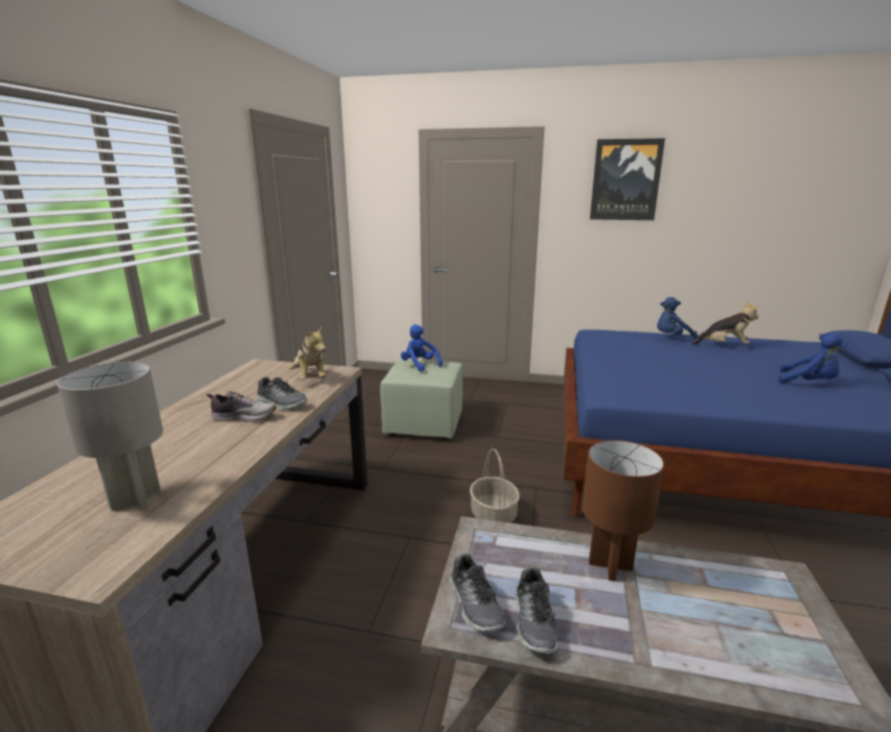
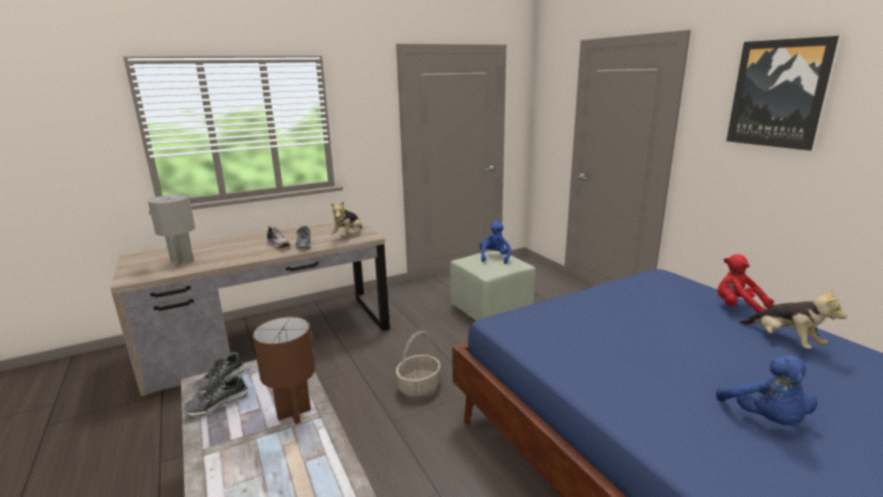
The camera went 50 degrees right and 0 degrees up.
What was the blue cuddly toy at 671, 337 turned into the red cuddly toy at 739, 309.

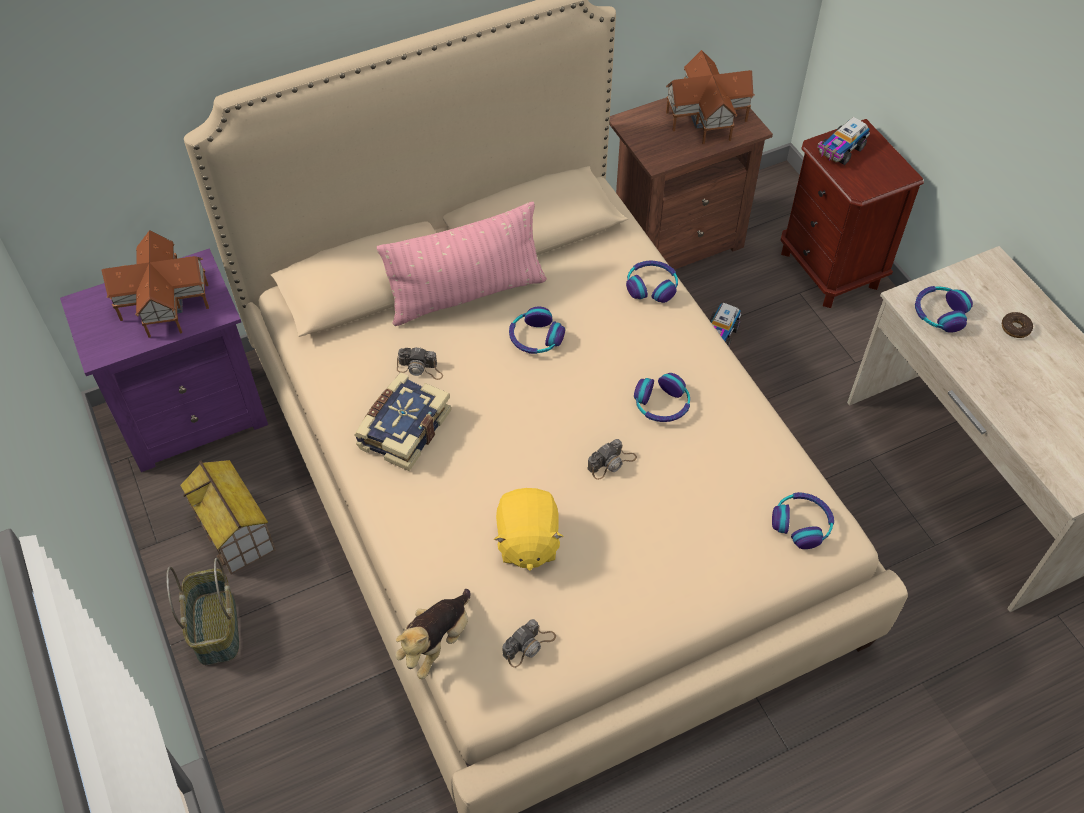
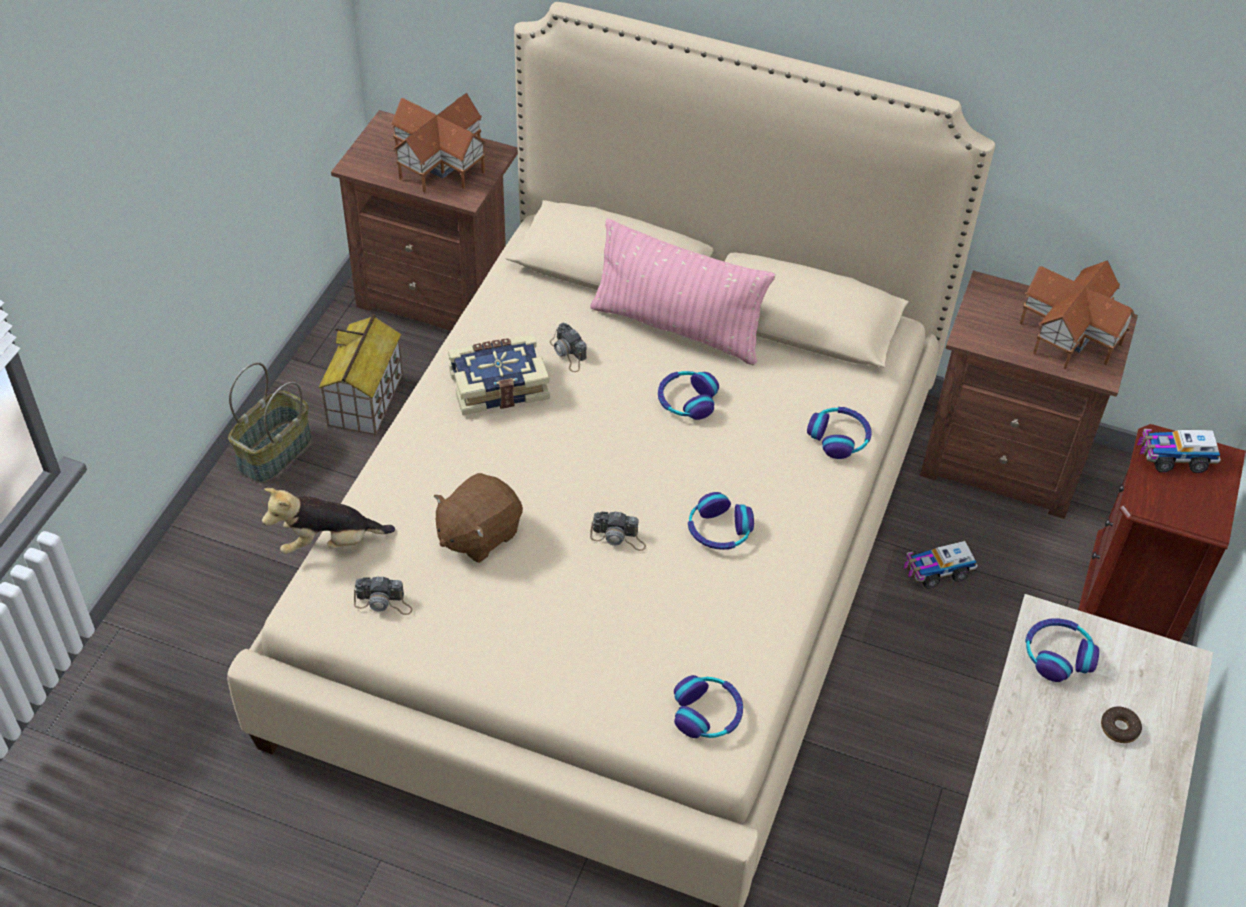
The camera went 45 degrees right and 5 degrees down.
What was the purplish bedside table at 194, 415 turned into the brown-coloured bedside table at 438, 296.
What was the yellow cuddly toy at 527, 541 turned into the brown-coloured cuddly toy at 478, 534.

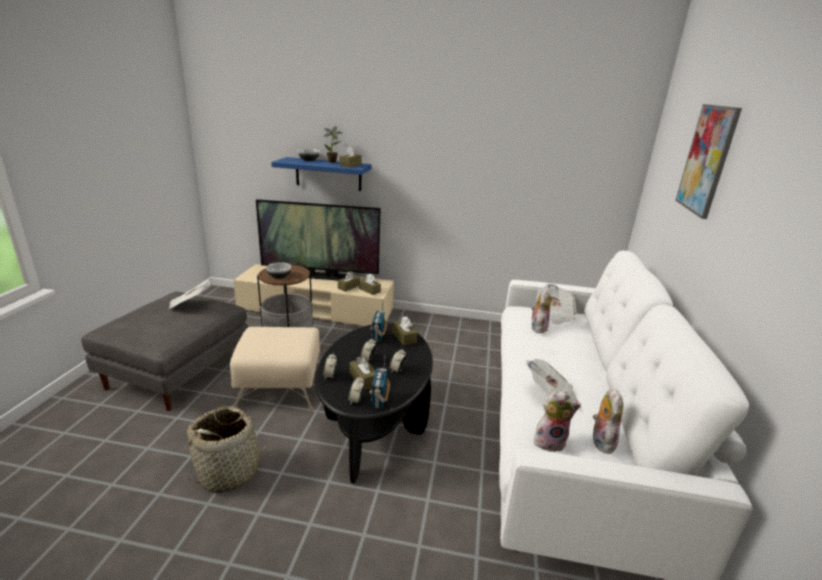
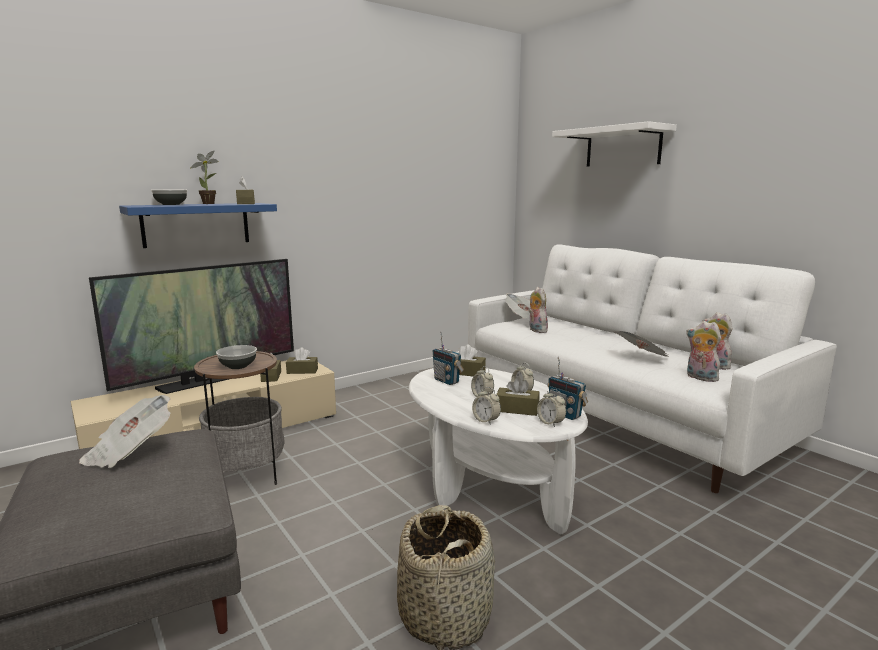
The camera went 45 degrees left and 10 degrees down.
The second view lost the sand-coloured pouffe at 281, 388.
Where the wall art hung at 707, 160, the white-coloured shelf came to hang at 623, 147.
What was the black-coloured coffee table at 374, 426 turned into the white-coloured coffee table at 489, 486.
The cuddly toy at 550, 442 ended up facing another way, 90 degrees counterclockwise from before.

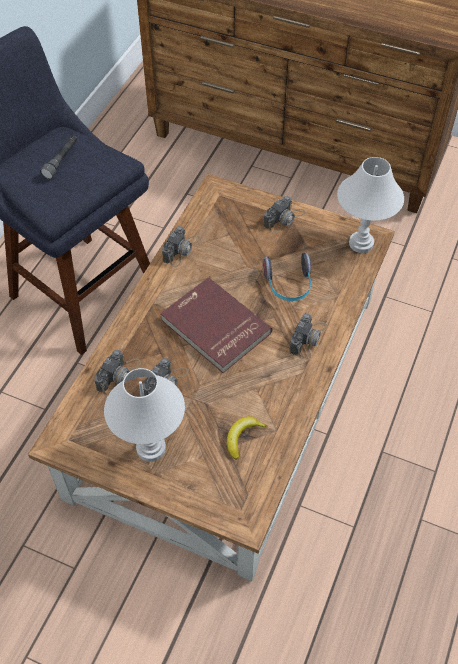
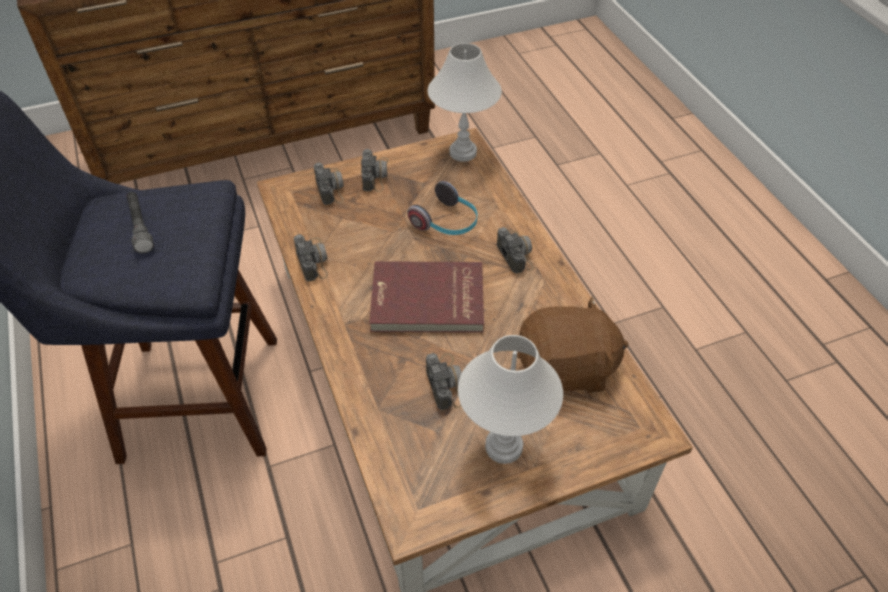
The camera went 45 degrees left and 5 degrees down.
The still camera ended up elsewhere, having gone from 118, 375 to 330, 186.
Where the banana fruit stood at 242, 437, the brown-coloured cuddly toy came to stand at 566, 370.

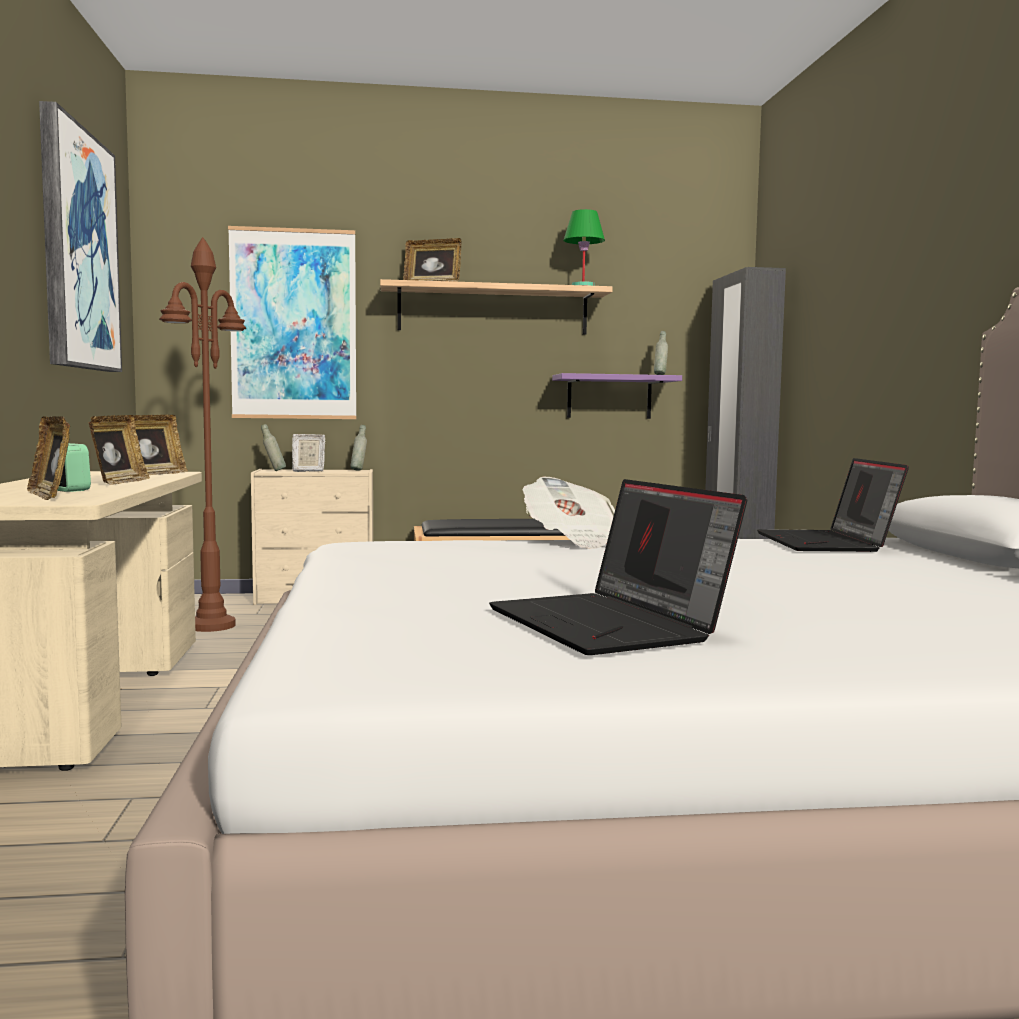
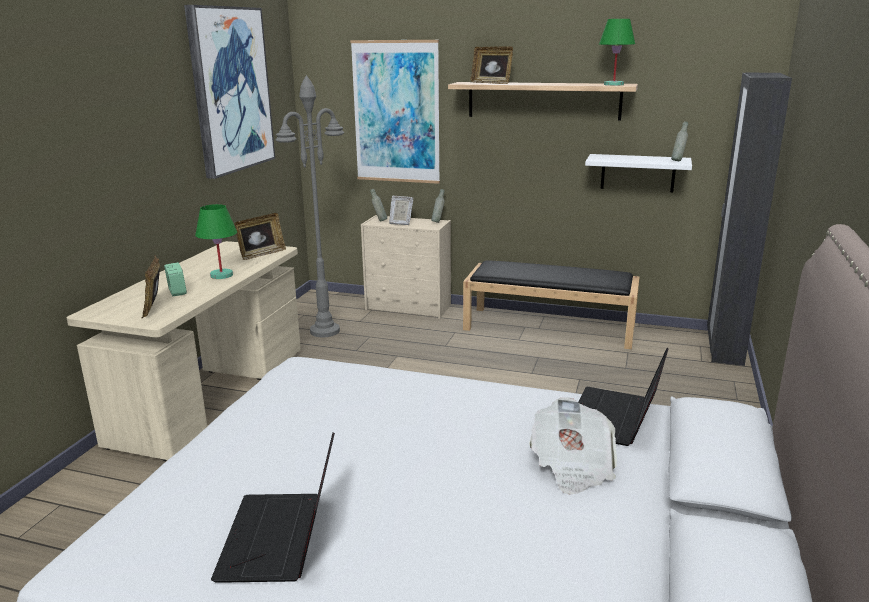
The camera went 25 degrees right and 15 degrees up.
The daily paper ended up elsewhere, having gone from 573, 541 to 572, 466.
Where the picture frame stood at 119, 482, the green-coloured table lamp came to stand at 221, 275.
What was the brown-coloured standing lamp at 212, 626 turned into the gray standing lamp at 325, 331.
What was the purplish shelf at 609, 397 turned into the white-coloured shelf at 637, 173.

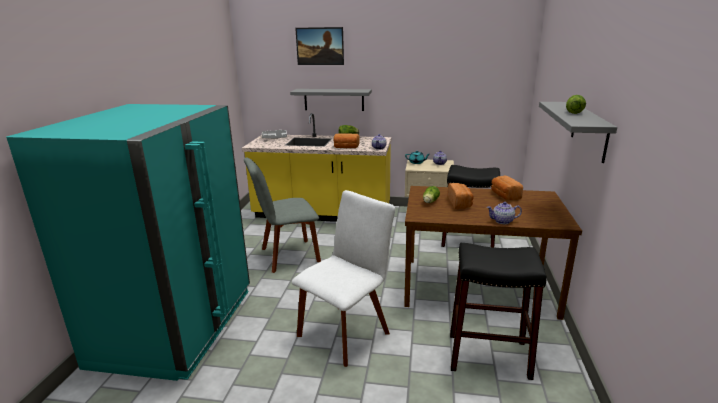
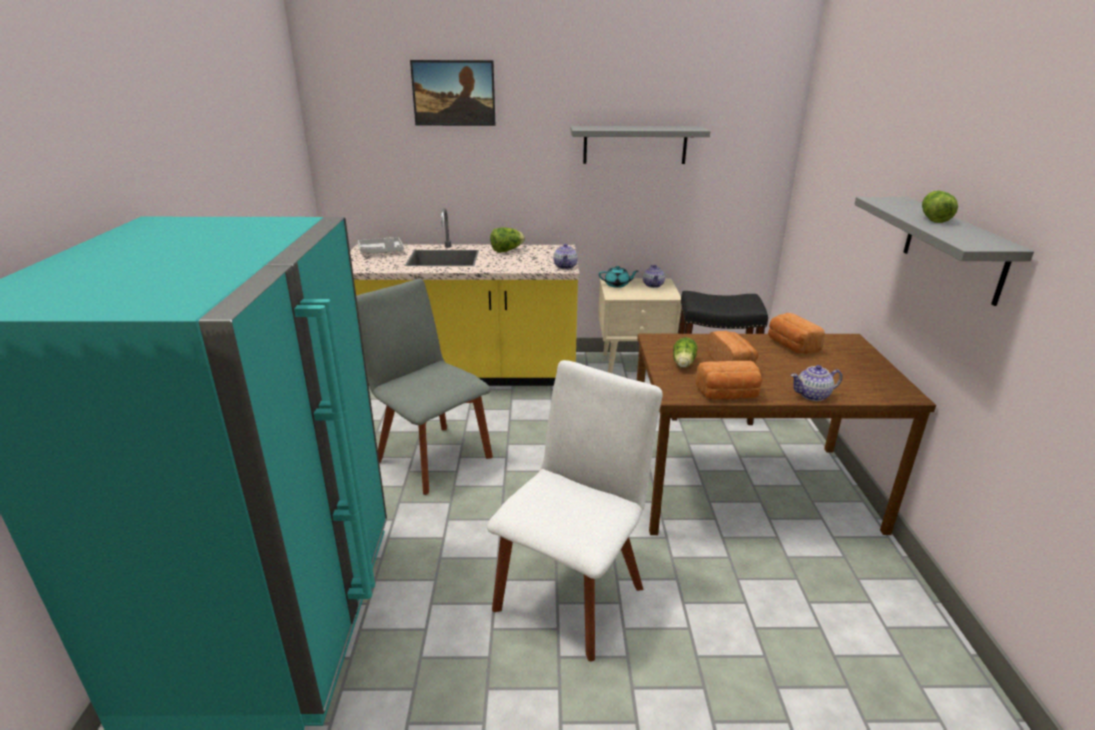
The camera went 10 degrees left and 5 degrees up.
The second view lost the black-coloured sitting stool at 488, 355.
The gray shelf ended up elsewhere, having gone from 334, 99 to 635, 145.
The bakery bread ended up elsewhere, having gone from 346, 147 to 728, 395.
The gray upright chair at 287, 256 ended up facing another way, 75 degrees clockwise from before.

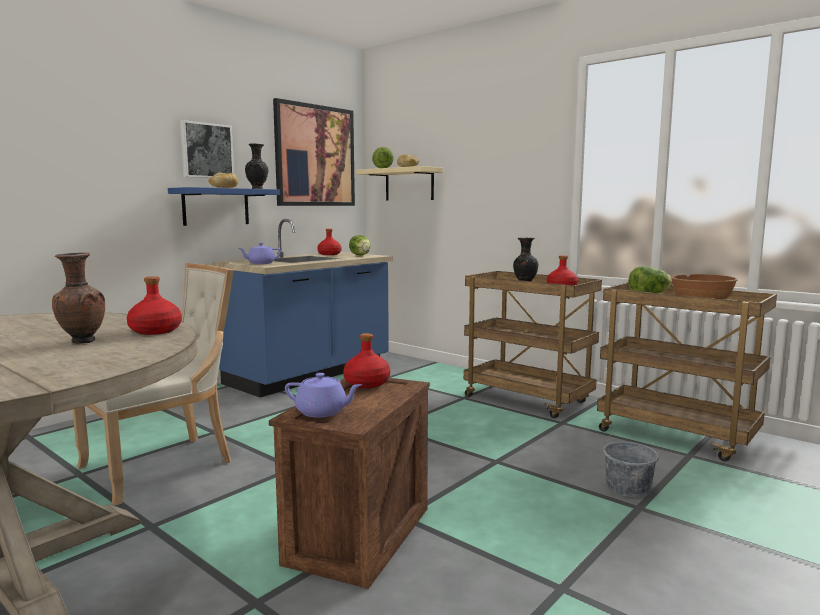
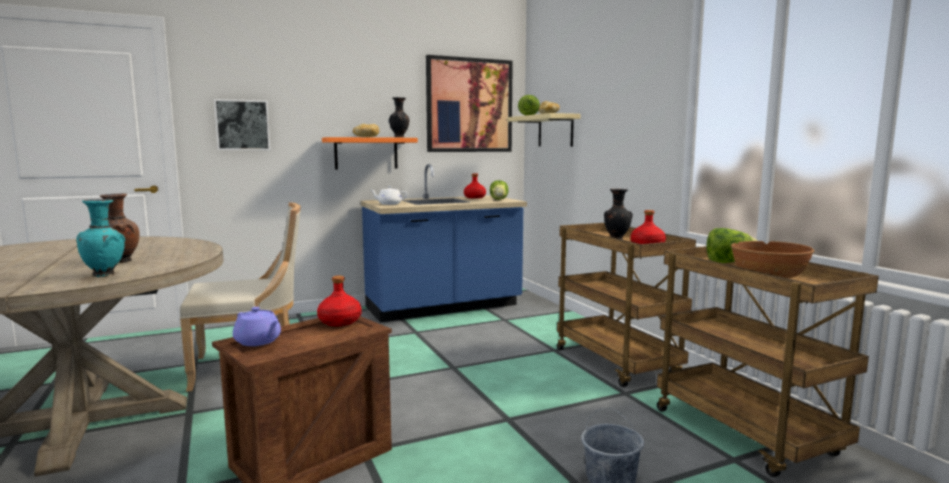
The camera went 25 degrees right and 0 degrees up.
The second view lost the red beverage bottle at 155, 331.
The second view gained the turquoise-coloured flower vase at 105, 275.
The wall art ended up elsewhere, having gone from 206, 151 to 242, 125.
What was the blue shelf at 216, 207 turned into the orangey shelf at 366, 153.
What was the purplish pot for tea at 260, 263 turned into the white-coloured pot for tea at 389, 204.

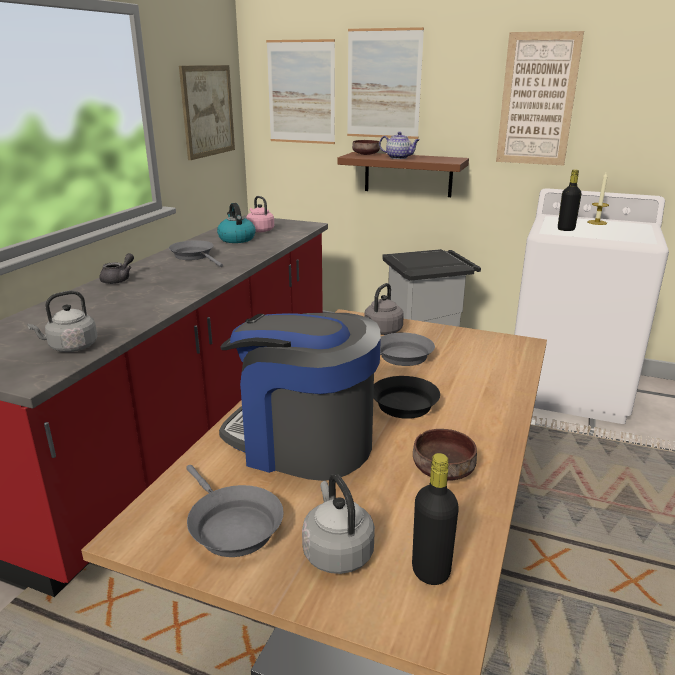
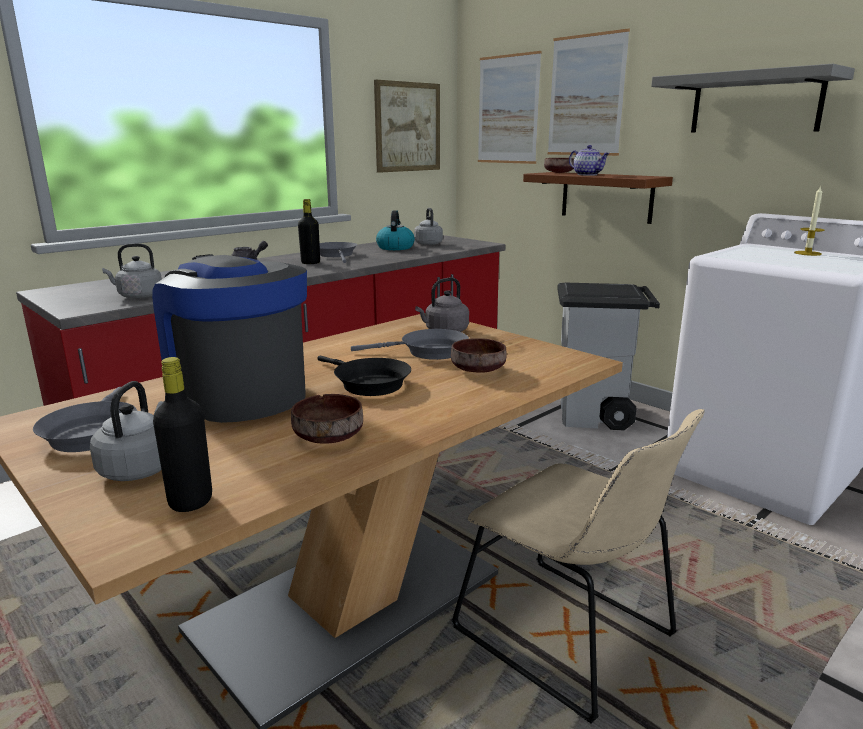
The camera went 25 degrees right and 5 degrees down.
The second view gained the brown-coloured bowl at 478, 369.
The second view gained the sand-coloured upright chair at 570, 638.
The black-coloured beverage bottle ended up elsewhere, having gone from 566, 229 to 310, 263.
Where the wall art hung at 537, 100, the gray shelf came to hang at 755, 103.
What was the pink-coloured kettle at 259, 230 turned into the gray kettle at 428, 244.

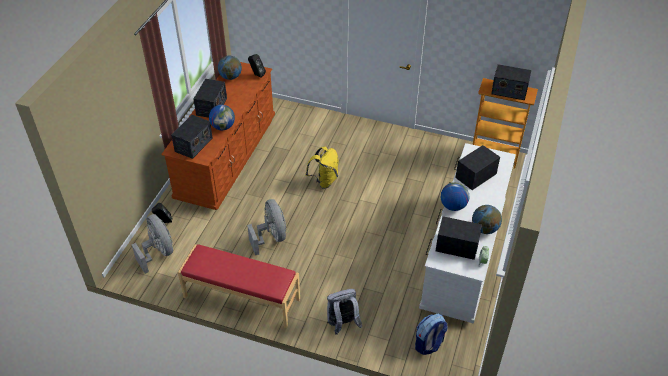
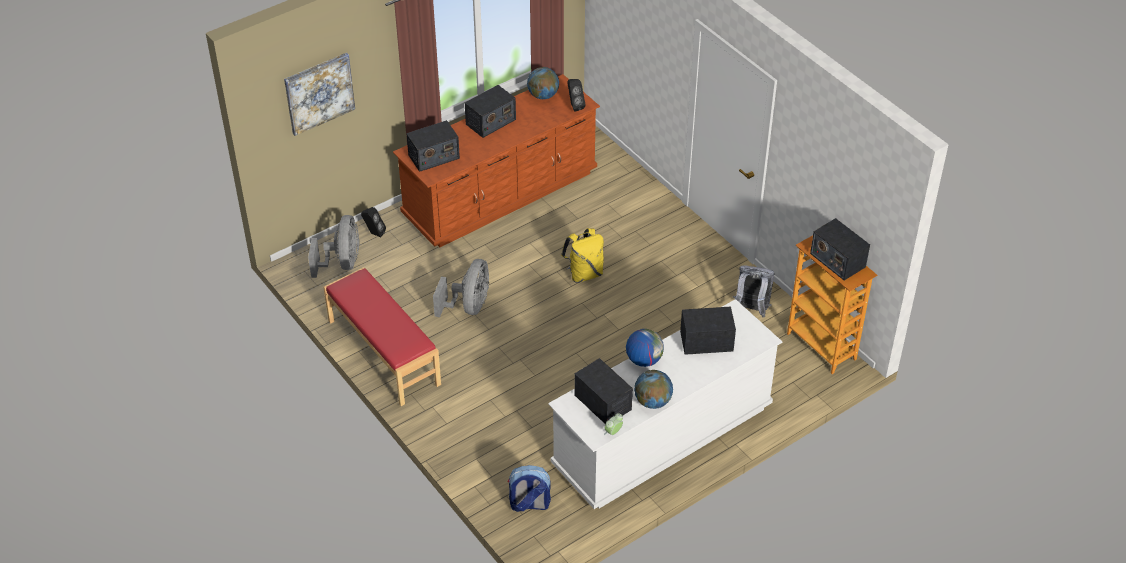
The camera went 35 degrees right and 0 degrees up.
The second view lost the world globe at 223, 127.
The second view gained the wall art at 319, 93.
The gray backpack ended up elsewhere, having gone from 342, 324 to 751, 309.

